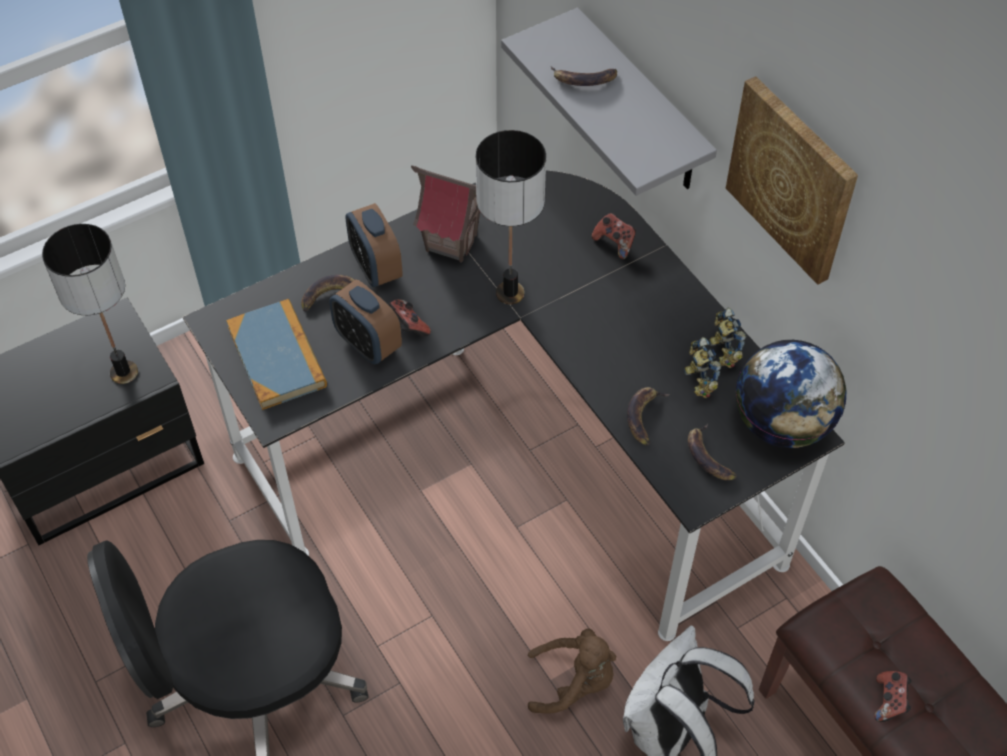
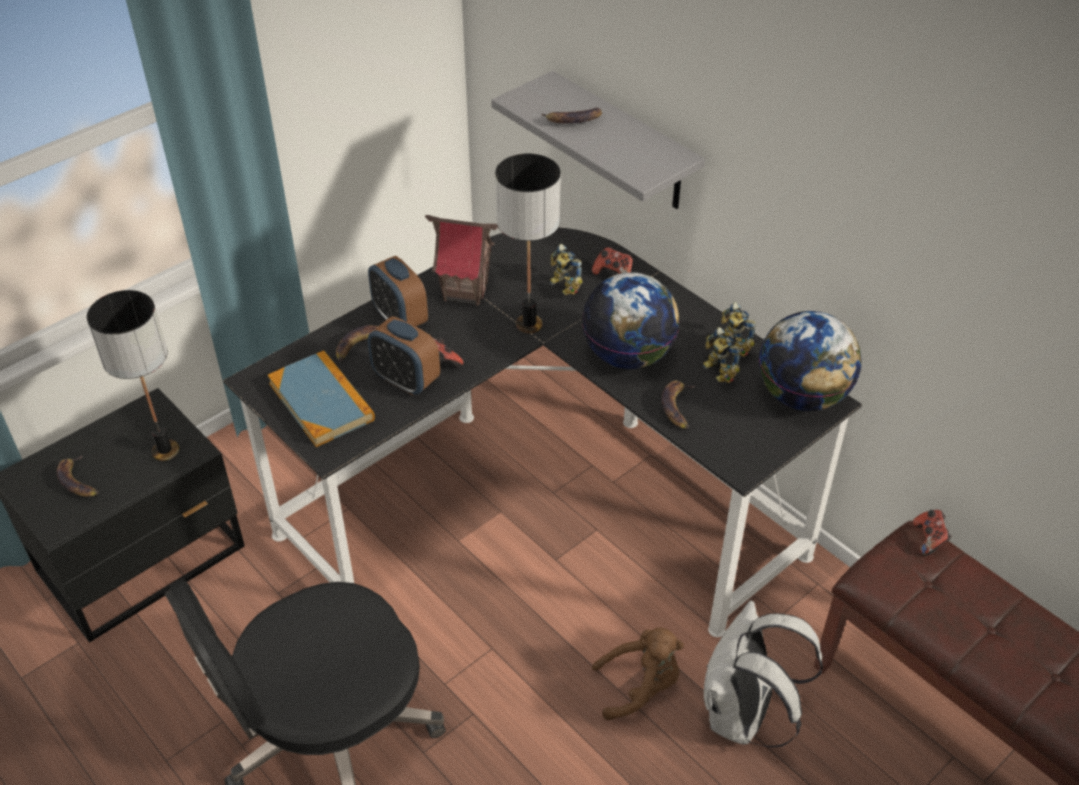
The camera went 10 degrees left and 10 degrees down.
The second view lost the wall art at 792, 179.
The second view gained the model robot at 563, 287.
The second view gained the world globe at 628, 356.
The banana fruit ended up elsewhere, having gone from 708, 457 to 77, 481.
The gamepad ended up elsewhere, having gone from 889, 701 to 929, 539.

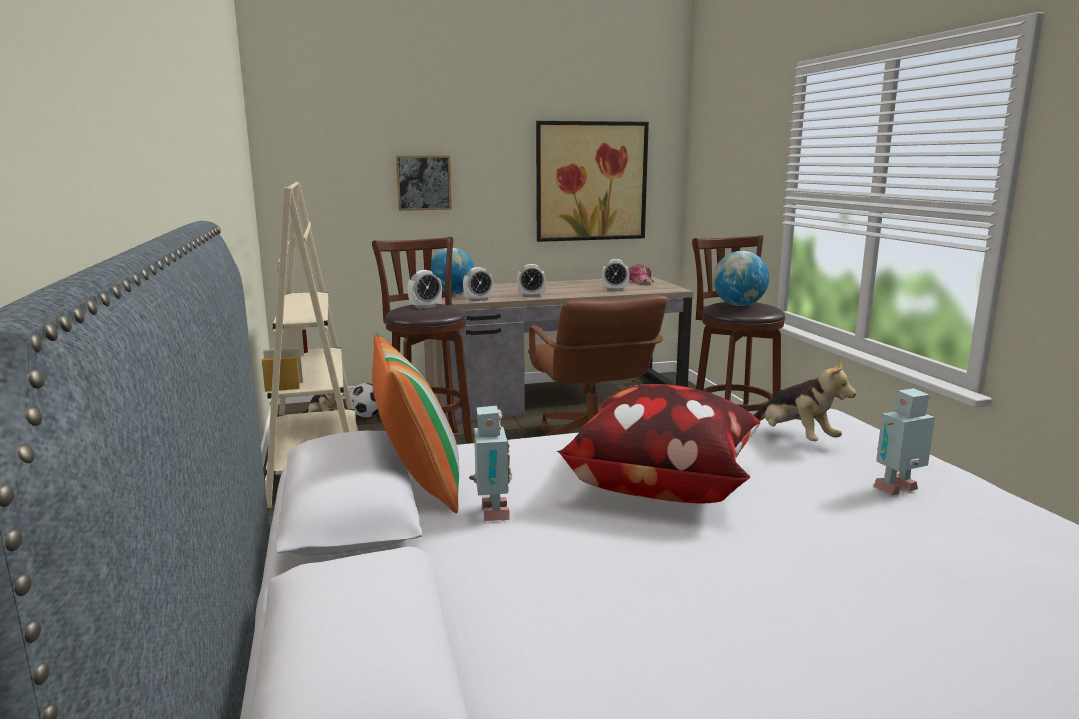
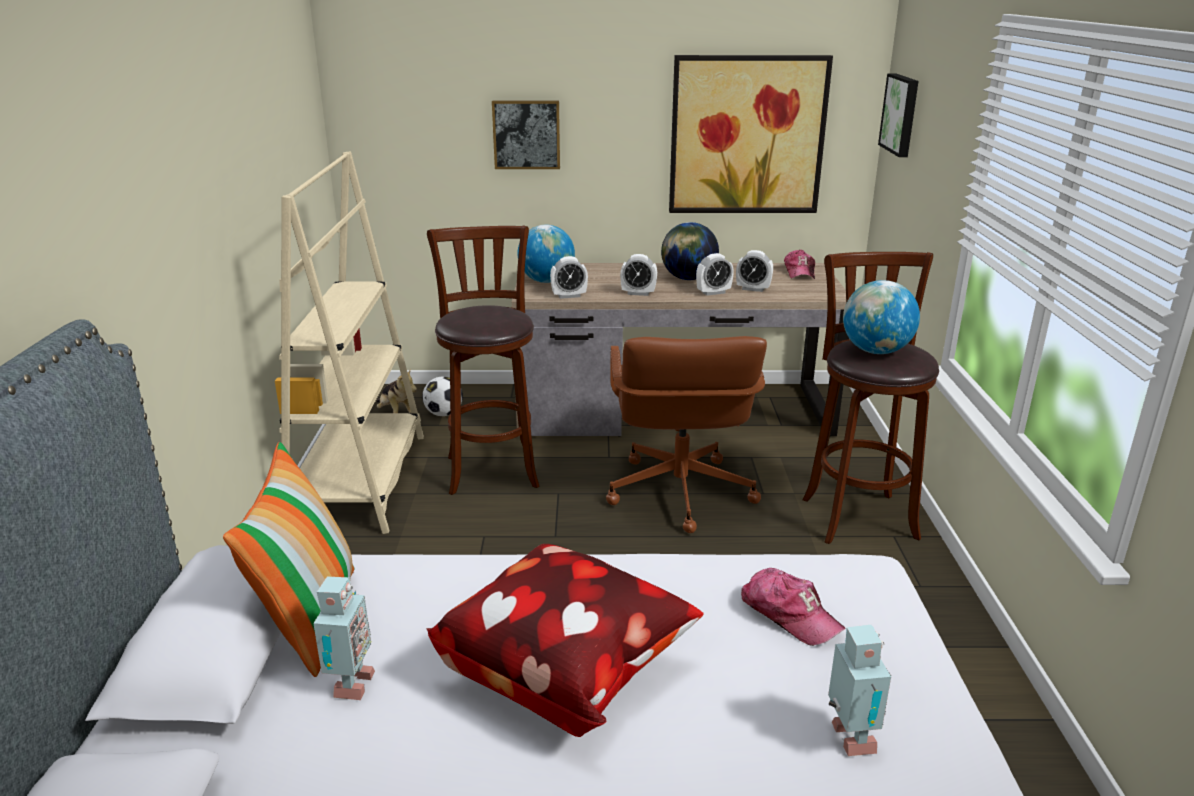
The camera went 15 degrees right and 10 degrees up.
The second view gained the world globe at 688, 279.
The second view gained the wall art at 901, 114.
The bedside clock ended up elsewhere, having gone from 425, 306 to 713, 292.
Where the cuddly toy stood at 794, 438, the baseball cap came to stand at 789, 614.
The model robot at 899, 490 ended up facing another way, 90 degrees clockwise from before.

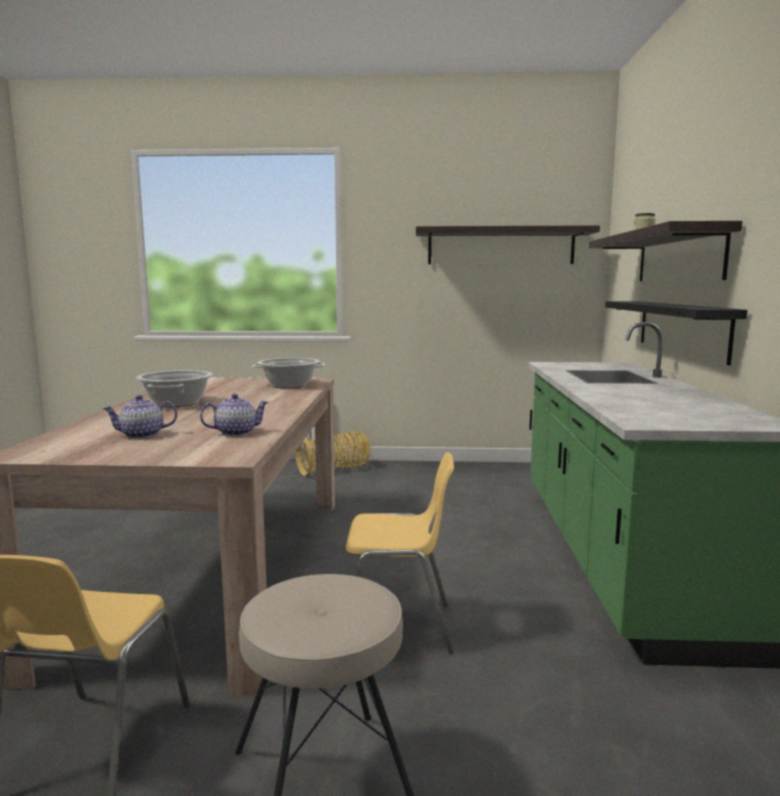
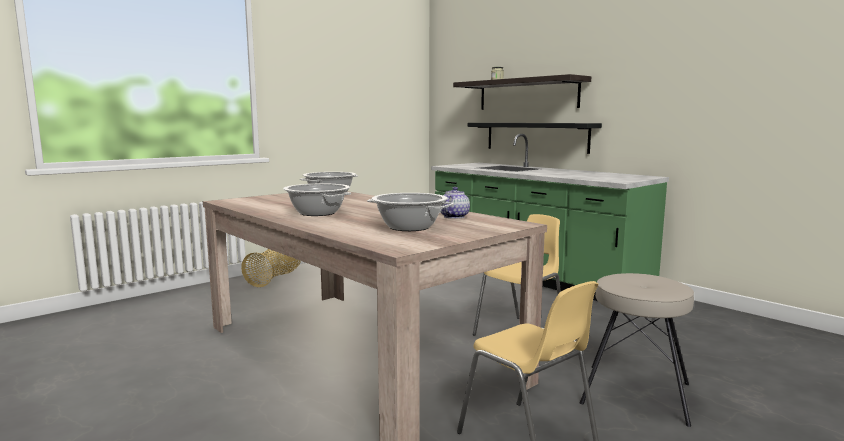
The camera went 45 degrees left and 0 degrees up.
The second view lost the shelf at 500, 247.
Where the pot for tea stood at 141, 435, the saucepot came to stand at 410, 227.

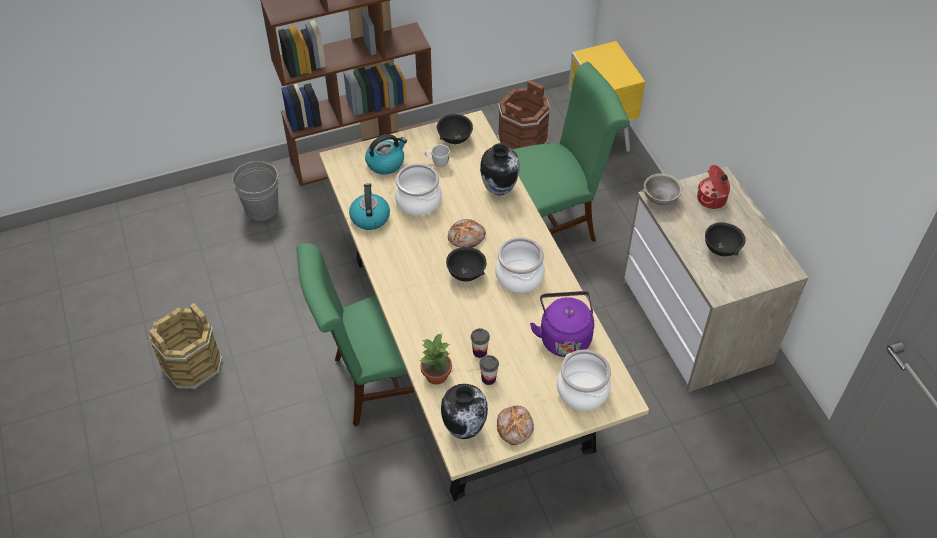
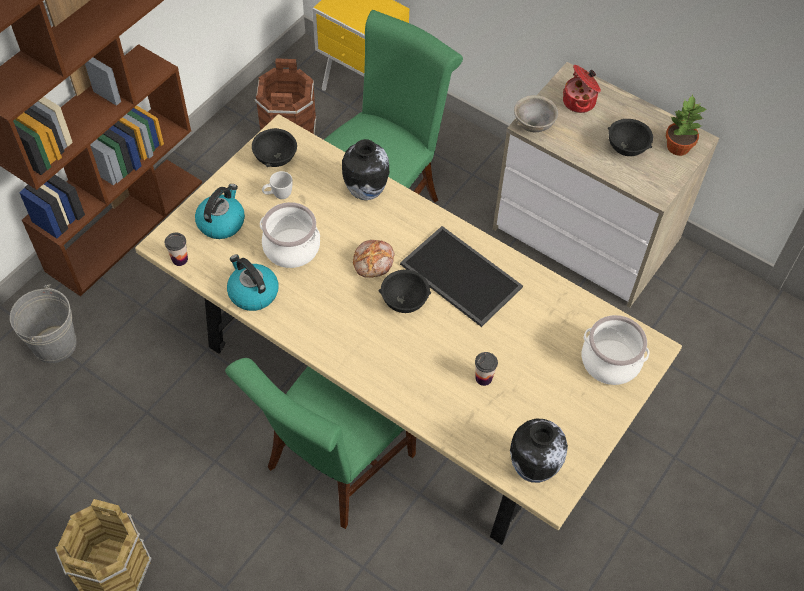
The camera went 35 degrees left and 5 degrees up.
The second view lost the bakery bread at 515, 427.
The second view lost the purplish kettle at 564, 337.
The plant in a pot ended up elsewhere, having gone from 436, 375 to 677, 147.
The small cup ended up elsewhere, having gone from 488, 378 to 180, 259.
Where the saucepot stood at 519, 276, the carrying tray came to stand at 458, 276.

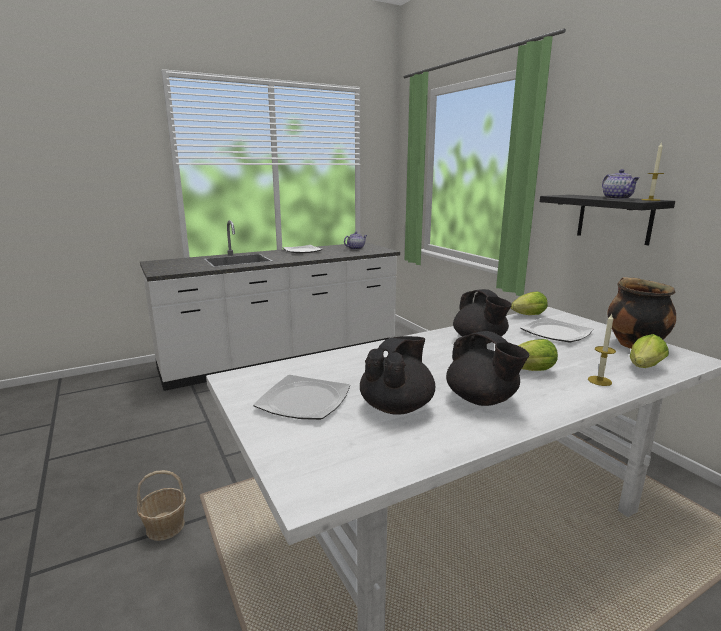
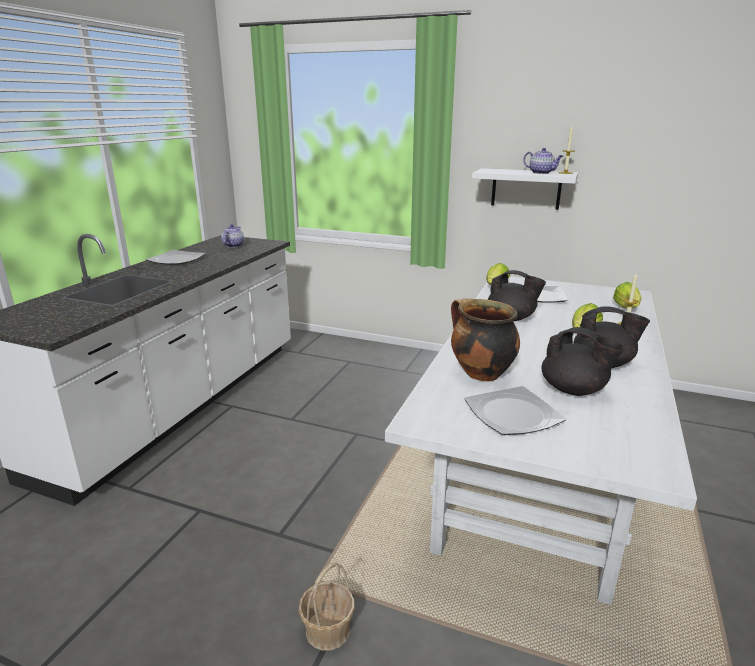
The camera went 40 degrees left and 5 degrees up.
The saucepot ended up elsewhere, having gone from 633, 344 to 480, 373.
What was the black-coloured shelf at 614, 218 turned into the white-coloured shelf at 526, 189.
The black-coloured pot for tea at 397, 407 ended up facing another way, 135 degrees clockwise from before.

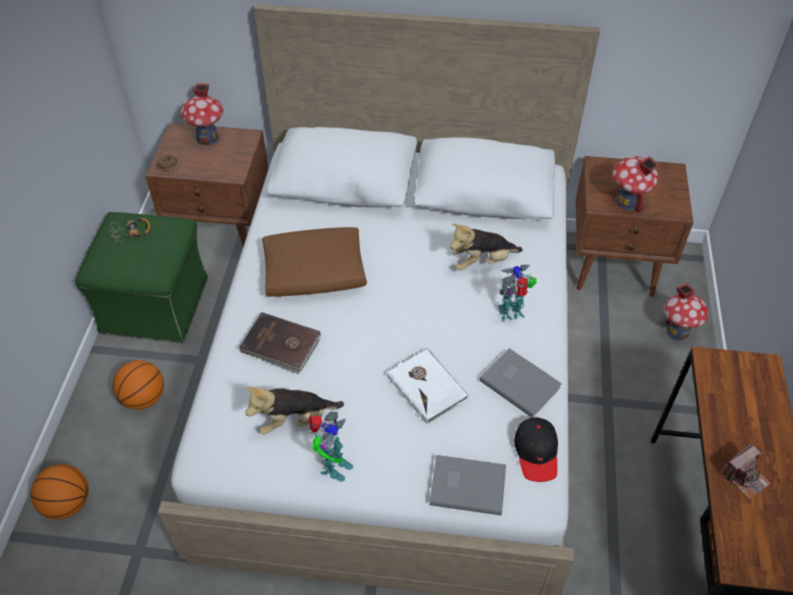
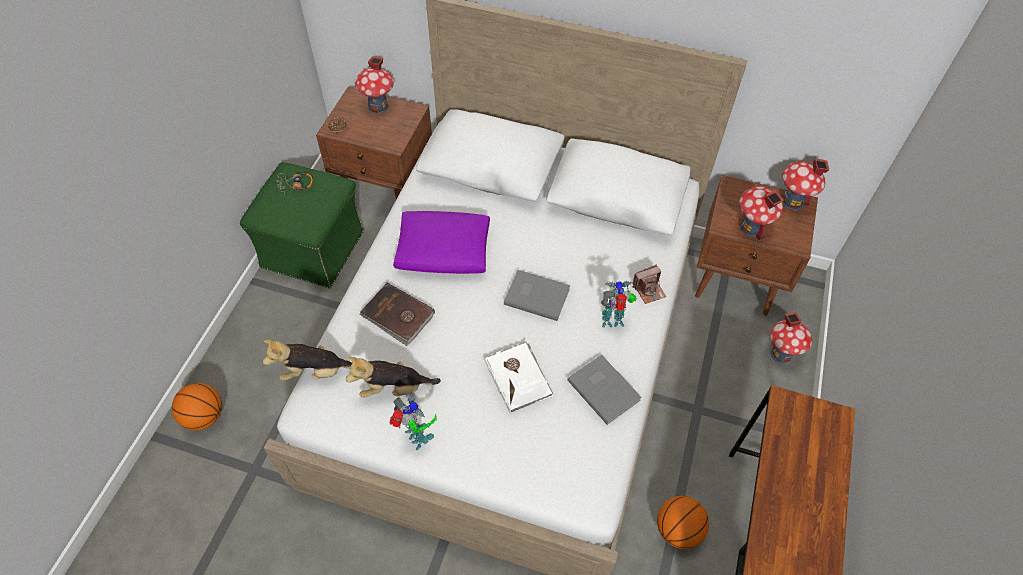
The camera went 10 degrees right and 5 degrees up.
The second view lost the black-coloured baseball cap at 536, 453.
The second view gained the miniature house at 793, 202.
The basketball ended up elsewhere, having gone from 144, 398 to 678, 530.
The gray book ended up elsewhere, having gone from 466, 484 to 536, 295.
The cuddly toy ended up elsewhere, having gone from 482, 262 to 315, 372.
The still camera ended up elsewhere, having gone from 744, 478 to 649, 290.
What was the brown-coloured cushion at 315, 272 turned into the purplish cushion at 444, 251.
The model robot at 333, 467 ended up facing another way, 75 degrees counterclockwise from before.

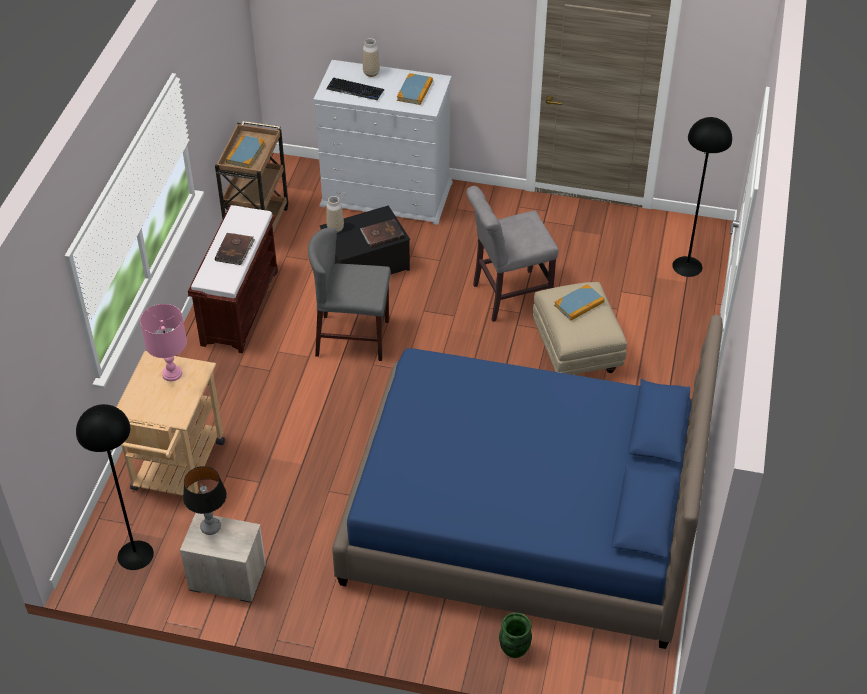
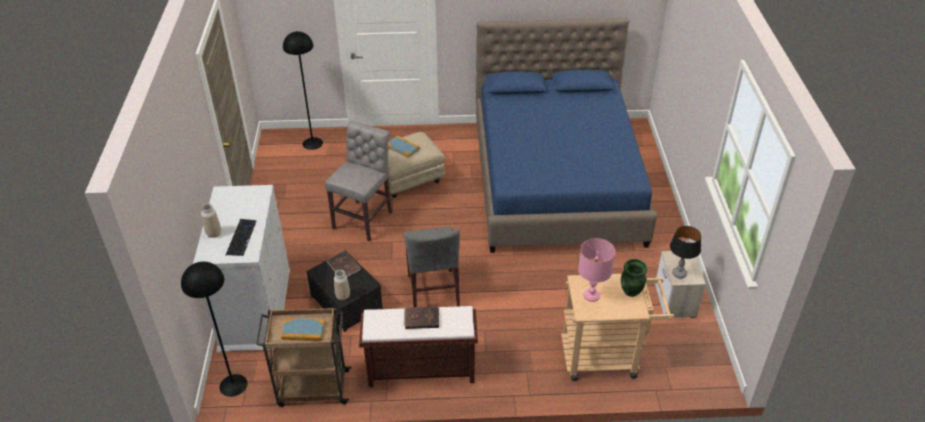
The camera went 105 degrees left and 5 degrees down.
The second view lost the book at 415, 91.
The black-coloured standing lamp ended up elsewhere, having gone from 135, 554 to 233, 385.
The green-coloured flower vase ended up elsewhere, having gone from 513, 650 to 631, 291.
The gray upright chair at 507, 297 ended up facing another way, 120 degrees counterclockwise from before.

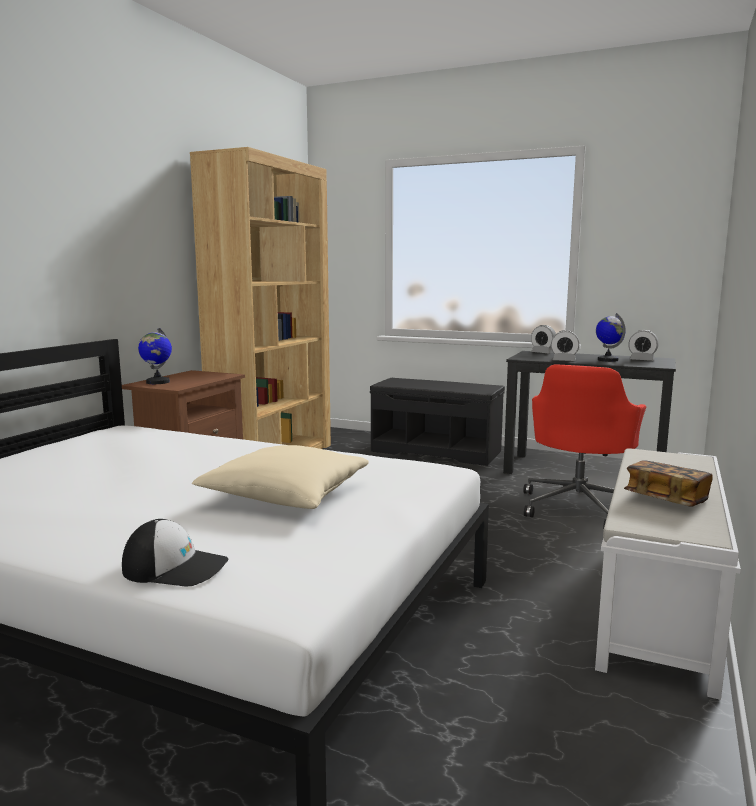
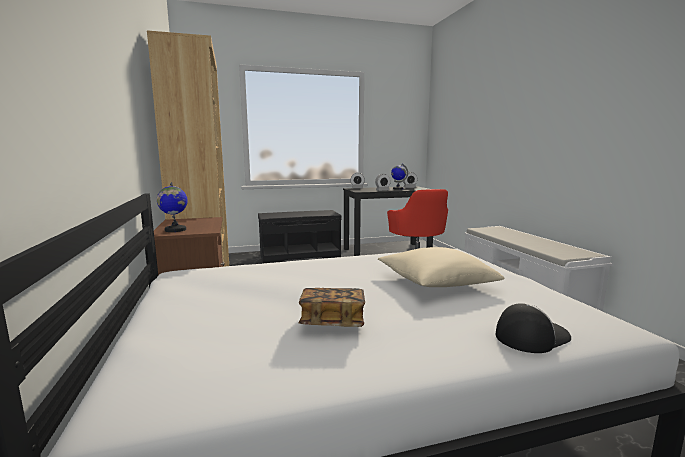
The camera went 40 degrees left and 0 degrees up.
The book ended up elsewhere, having gone from 666, 500 to 332, 321.

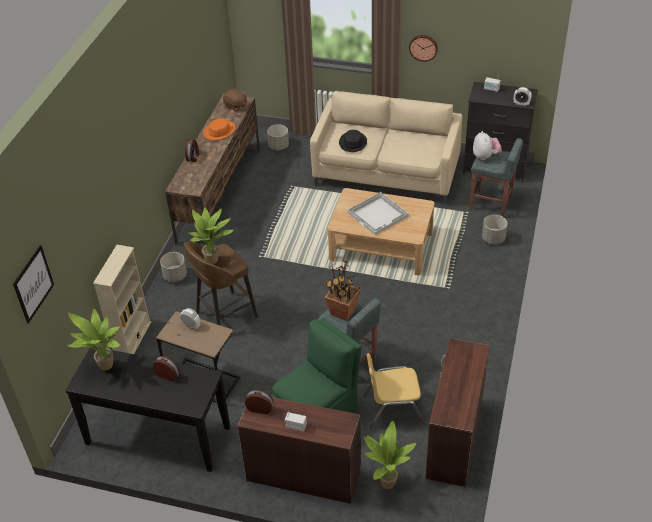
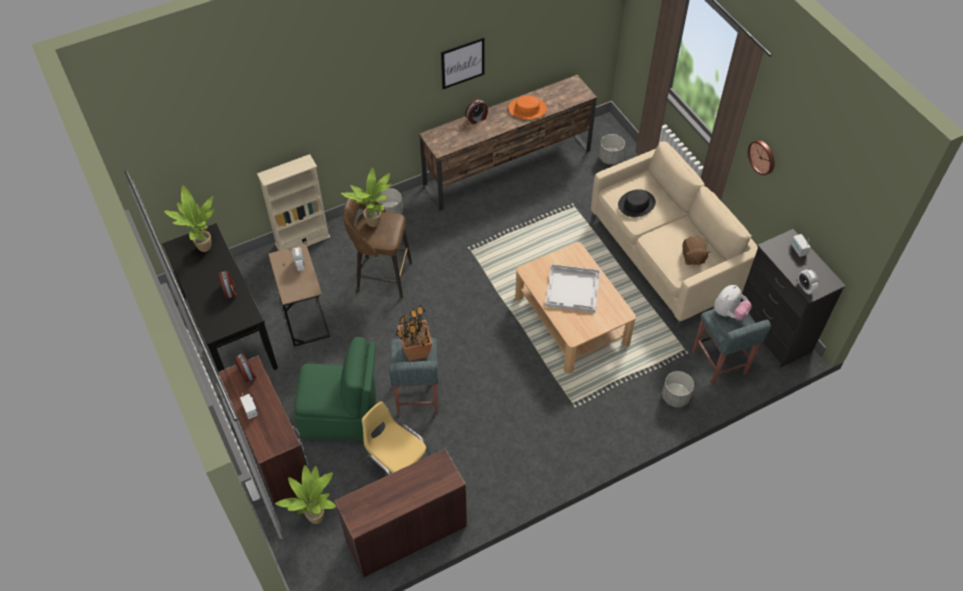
The camera went 45 degrees right and 10 degrees up.
The wall art ended up elsewhere, having gone from 33, 284 to 462, 63.
The brown-coloured cuddly toy ended up elsewhere, having gone from 235, 106 to 693, 257.

